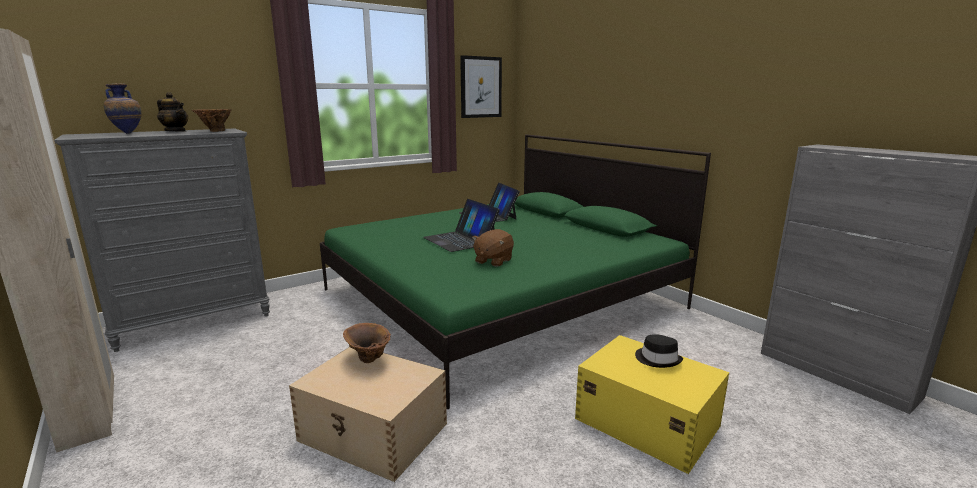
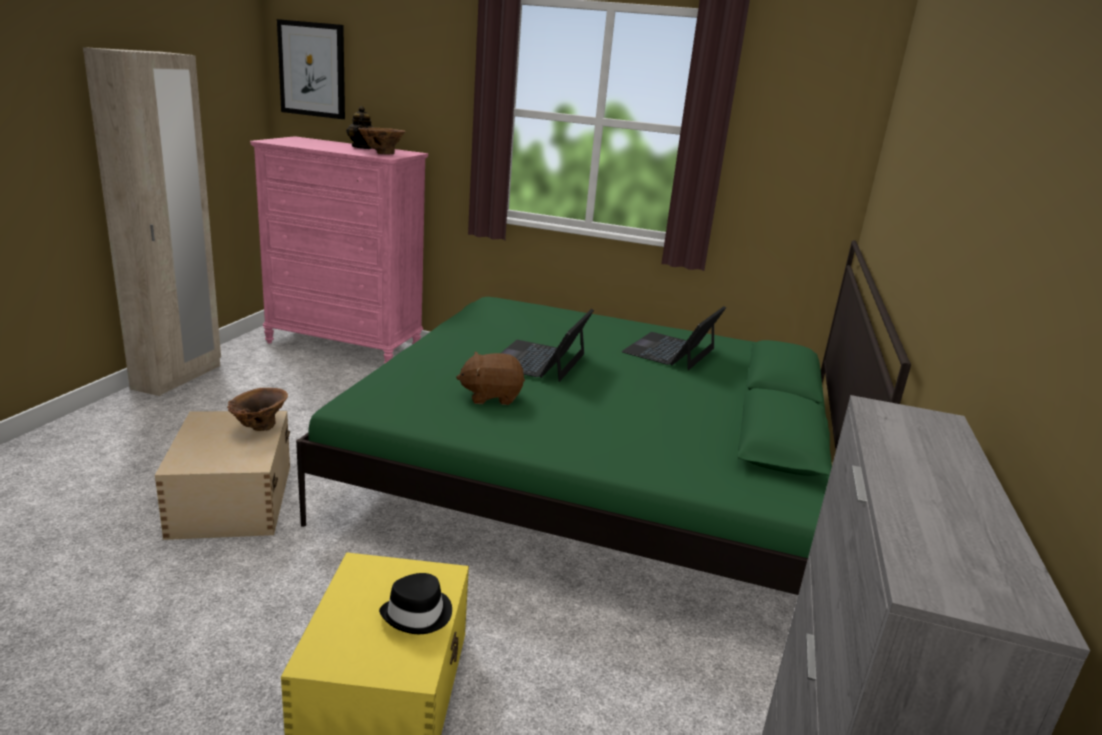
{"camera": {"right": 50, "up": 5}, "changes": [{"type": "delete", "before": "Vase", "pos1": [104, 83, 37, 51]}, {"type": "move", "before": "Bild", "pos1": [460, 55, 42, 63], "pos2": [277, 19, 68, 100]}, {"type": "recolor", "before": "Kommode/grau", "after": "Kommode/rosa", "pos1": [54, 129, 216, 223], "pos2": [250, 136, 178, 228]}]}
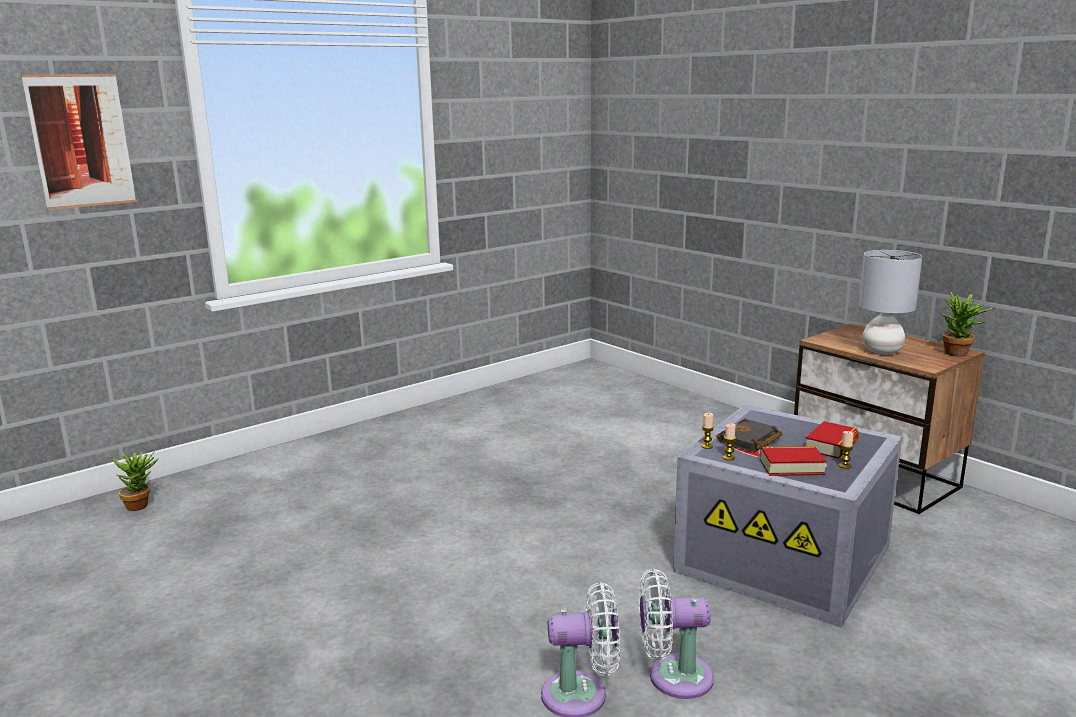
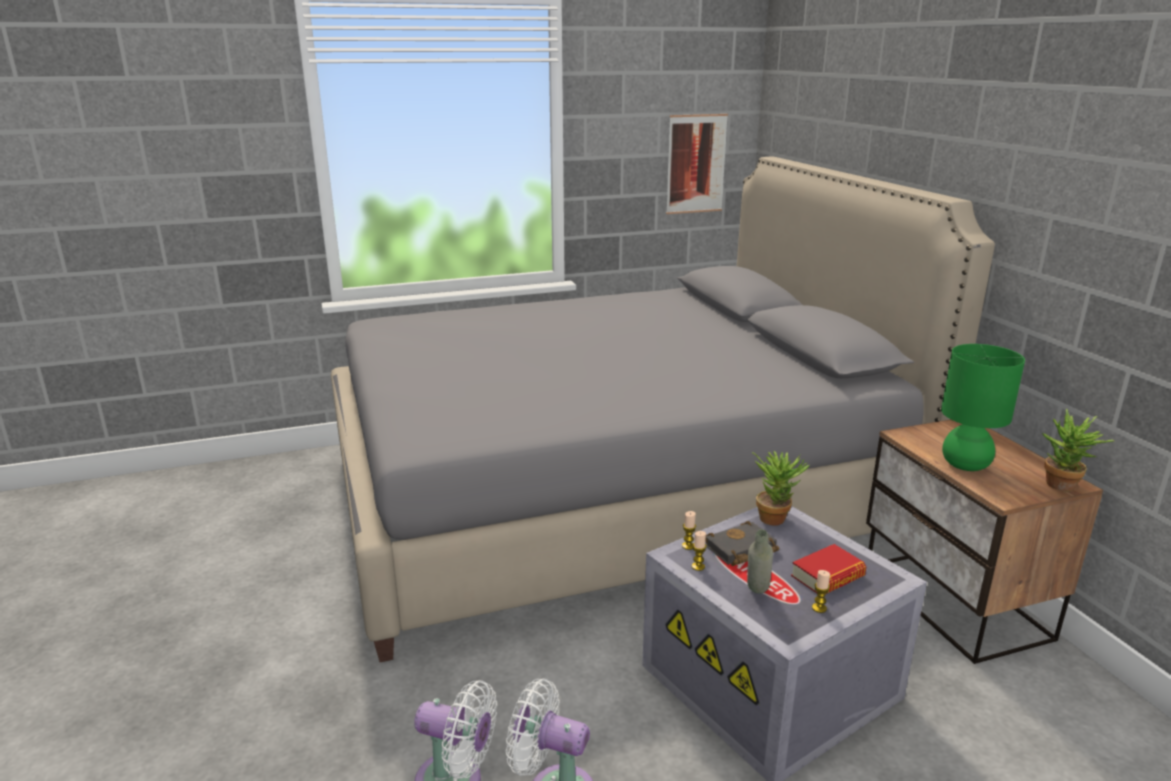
{"camera": {"right": 20, "up": 5}, "changes": [{"type": "insert", "after": "Bett/grau", "pos2": [331, 157, 664, 505]}, {"type": "move", "before": "Bild", "pos1": [21, 74, 115, 136], "pos2": [666, 114, 62, 100]}, {"type": "move", "before": "Topfpflanze", "pos1": [109, 452, 50, 59], "pos2": [752, 451, 58, 74]}, {"type": "replace", "before": "Buch", "after": "Flasche/grau", "pos1": [760, 446, 66, 30], "pos2": [747, 529, 26, 65]}, {"type": "recolor", "before": "Tischlampe/grau", "after": "Tischlampe/grün", "pos1": [859, 250, 63, 105], "pos2": [941, 344, 84, 127]}]}
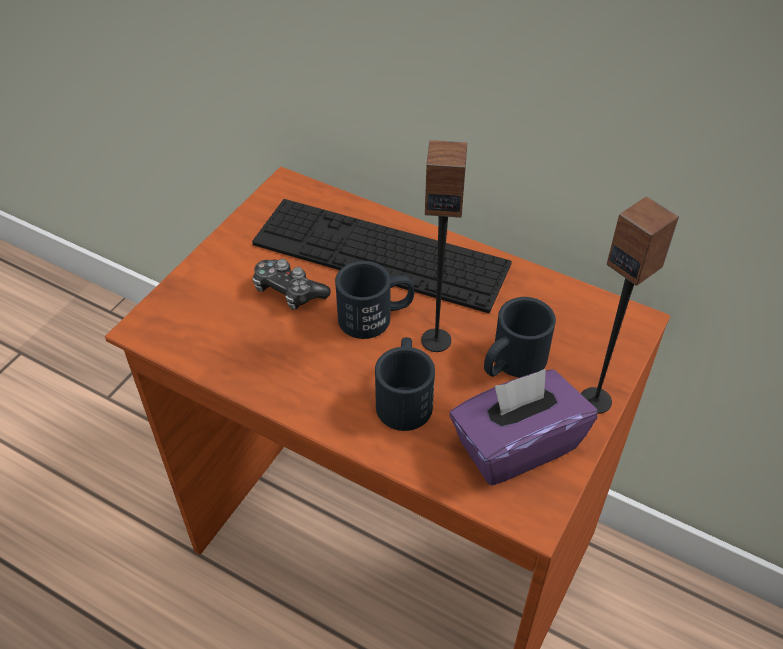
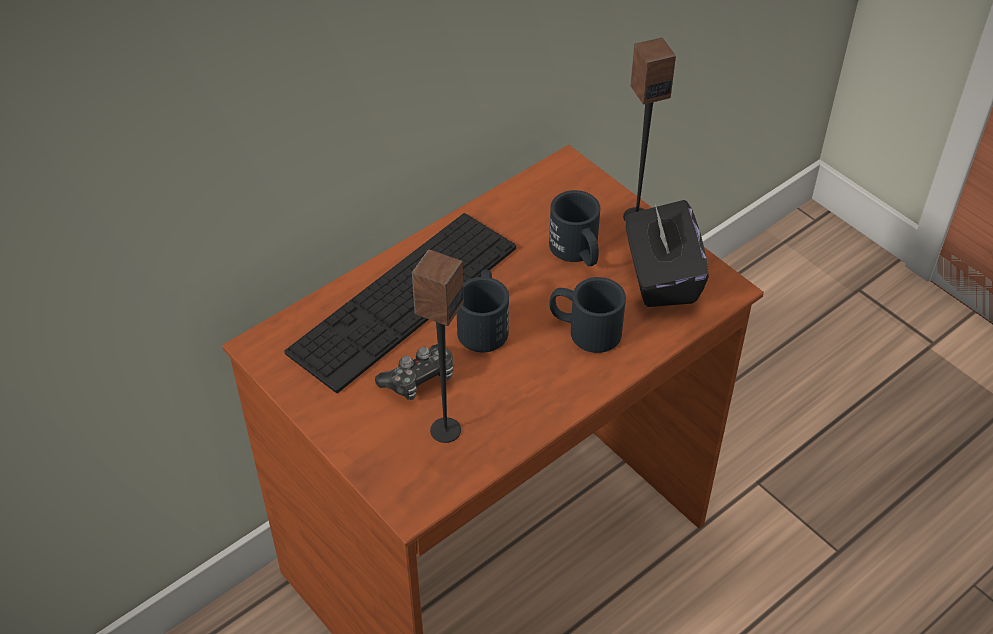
{"camera": {"right": -70, "up": 0}, "changes": [{"type": "move", "before": "Lautsprecher", "pos1": [421, 140, 46, 212], "pos2": [412, 249, 52, 194]}, {"type": "recolor", "before": "Taschentuchbox/lila", "after": "Taschentuchbox/schwarz", "pos1": [450, 369, 148, 117], "pos2": [625, 200, 84, 107]}]}
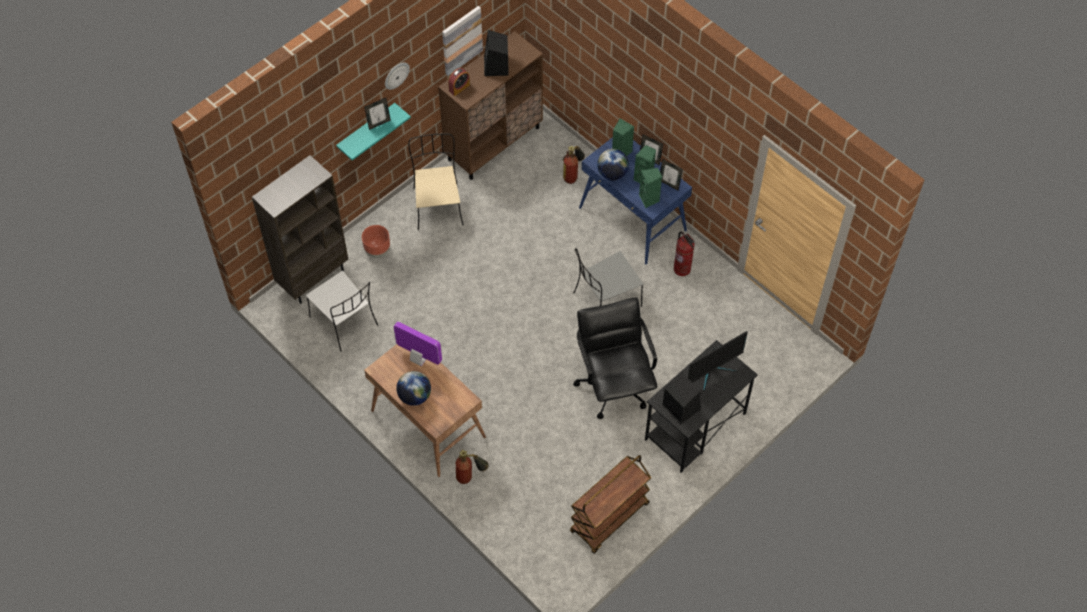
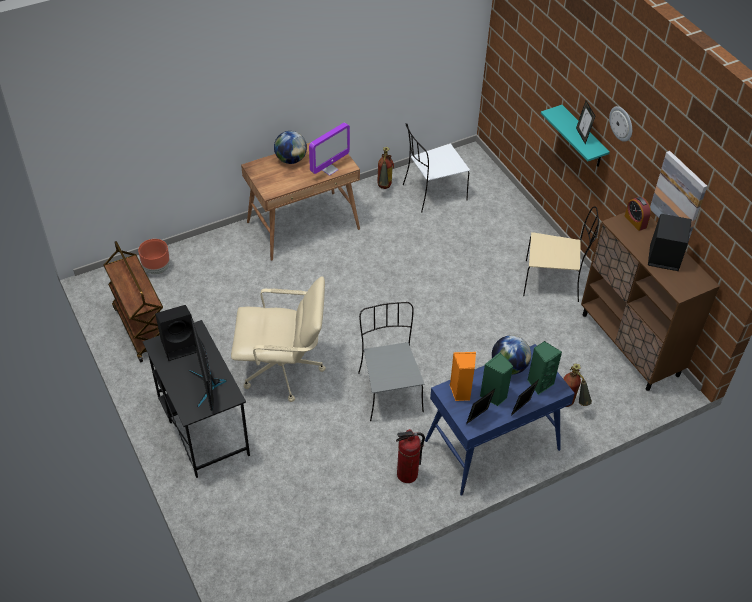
{"camera": {"right": 105, "up": -10}, "changes": [{"type": "delete", "before": "Bücherregal/braun", "pos1": [252, 155, 96, 149]}, {"type": "move", "before": "Pflanzkübel/braun", "pos1": [362, 225, 28, 33], "pos2": [138, 239, 32, 35]}, {"type": "move", "before": "Feuerlöscher", "pos1": [456, 450, 33, 34], "pos2": [377, 147, 17, 42]}, {"type": "recolor", "before": "Bürostuhl/schwarz", "after": "Bürostuhl/beige", "pos1": [573, 297, 84, 122], "pos2": [231, 276, 95, 126]}, {"type": "recolor", "before": "Lautsprecher/grün", "after": "Lautsprecher/orange", "pos1": [639, 168, 23, 40], "pos2": [450, 352, 26, 49]}]}
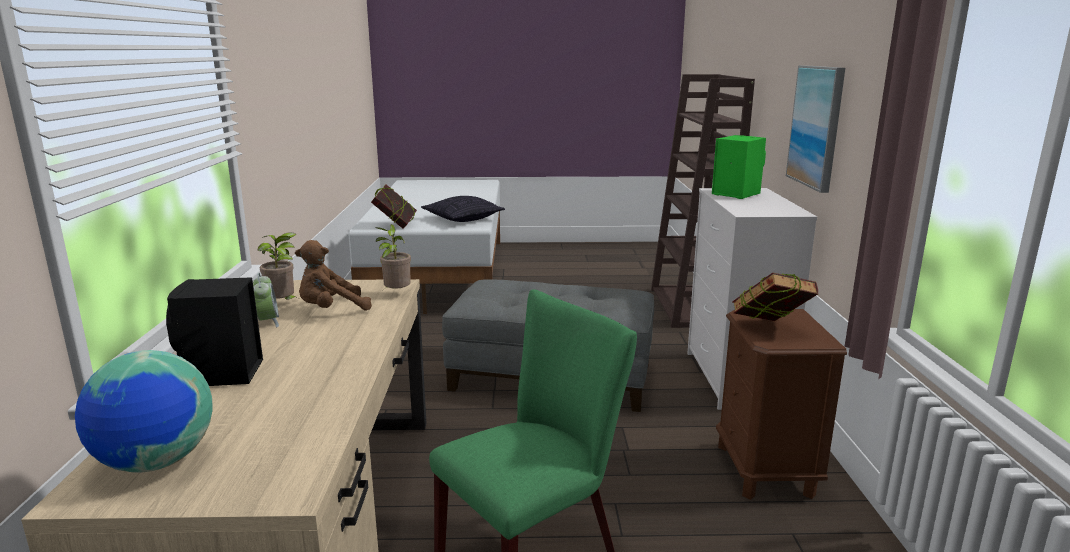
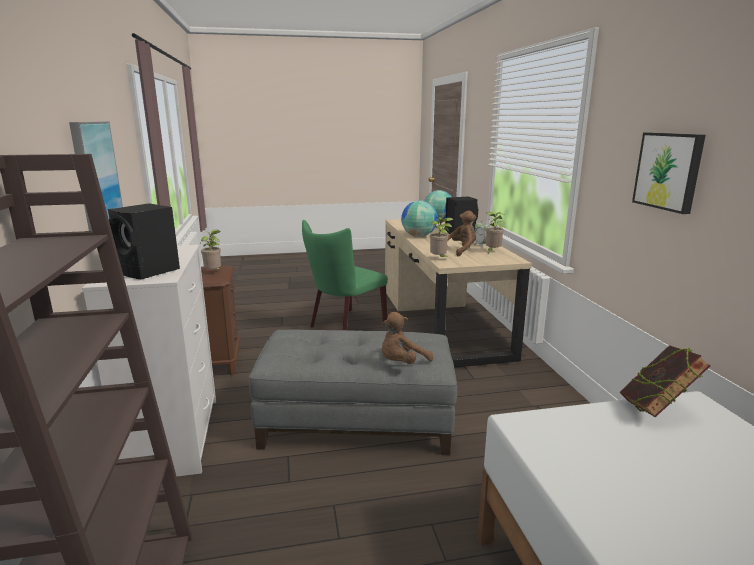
{"camera": {"right": 170, "up": 0}, "changes": [{"type": "delete", "before": "Kissen", "pos1": [421, 196, 84, 26]}, {"type": "insert", "after": "Plüschtier/braun", "pos2": [382, 312, 51, 52]}, {"type": "insert", "after": "Globus", "pos2": [401, 200, 37, 37]}, {"type": "insert", "after": "Bild", "pos2": [632, 132, 74, 82]}, {"type": "replace", "before": "Buch", "after": "Topfpflanze", "pos1": [732, 273, 86, 48], "pos2": [201, 229, 20, 41]}, {"type": "recolor", "before": "Lautsprecher/grün", "after": "Lautsprecher/schwarz", "pos1": [712, 135, 54, 64], "pos2": [108, 203, 72, 76]}]}
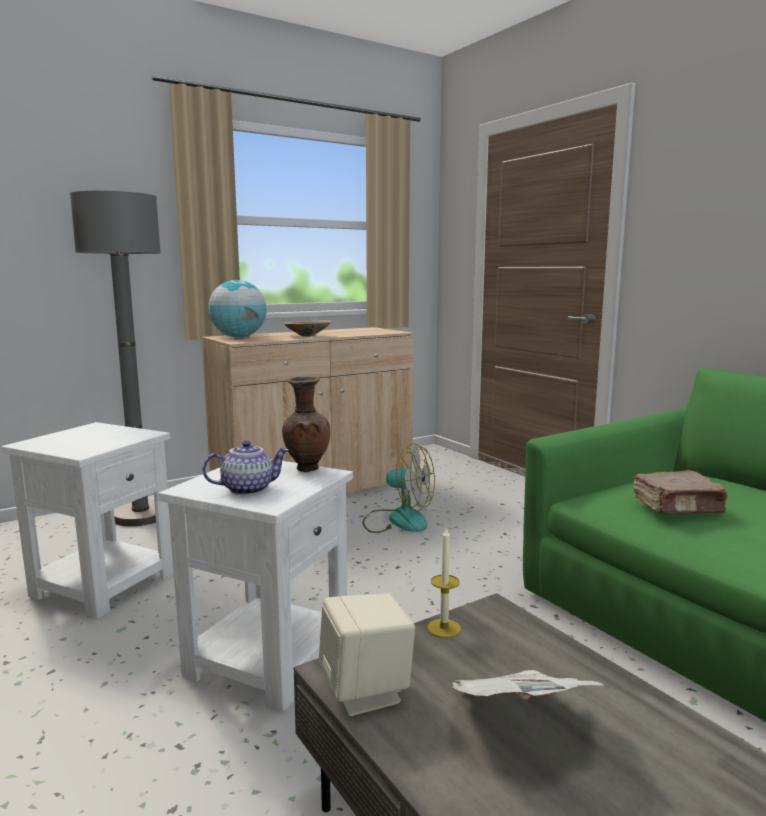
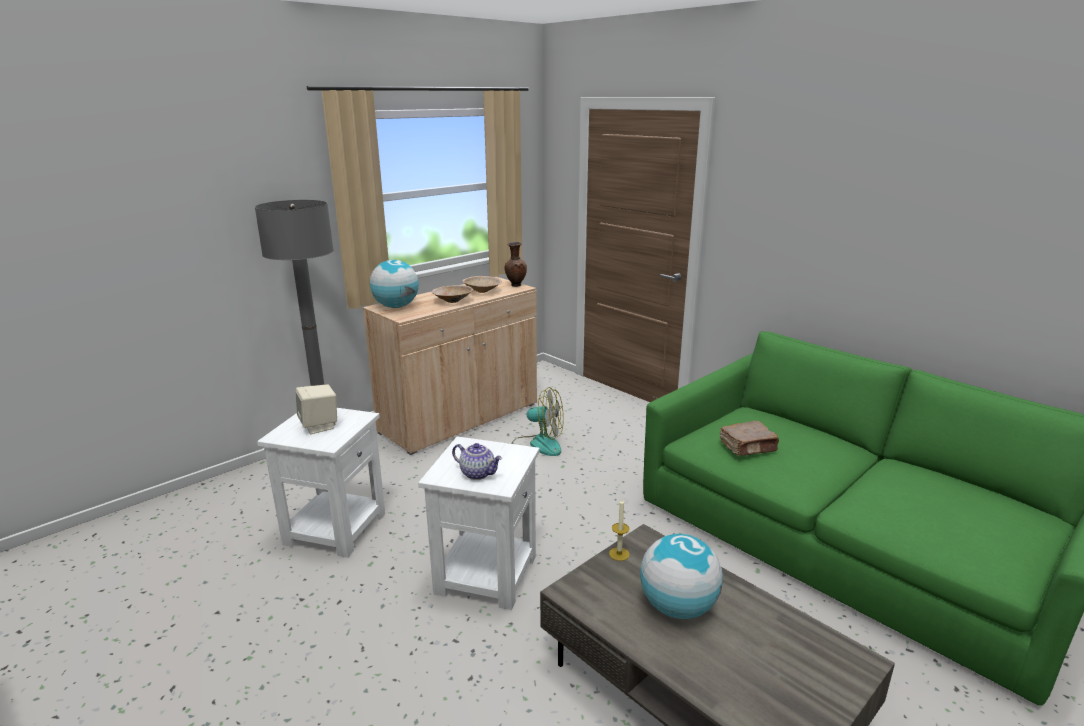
{"camera": {"right": -10, "up": 10}, "changes": [{"type": "insert", "after": "Schüssel/beige", "pos2": [462, 276, 40, 17]}, {"type": "move", "before": "Vase/braun", "pos1": [282, 377, 48, 95], "pos2": [505, 242, 22, 45]}, {"type": "move", "before": "Lautsprecher/beige", "pos1": [319, 593, 96, 123], "pos2": [295, 384, 42, 50]}, {"type": "replace", "before": "Zeitung", "after": "Globus", "pos1": [453, 670, 150, 30], "pos2": [640, 534, 83, 85]}, {"type": "rotate", "before": "Teekanne", "pos1": [202, 440, 87, 55], "pos2": [452, 443, 50, 37], "turn": 60}]}
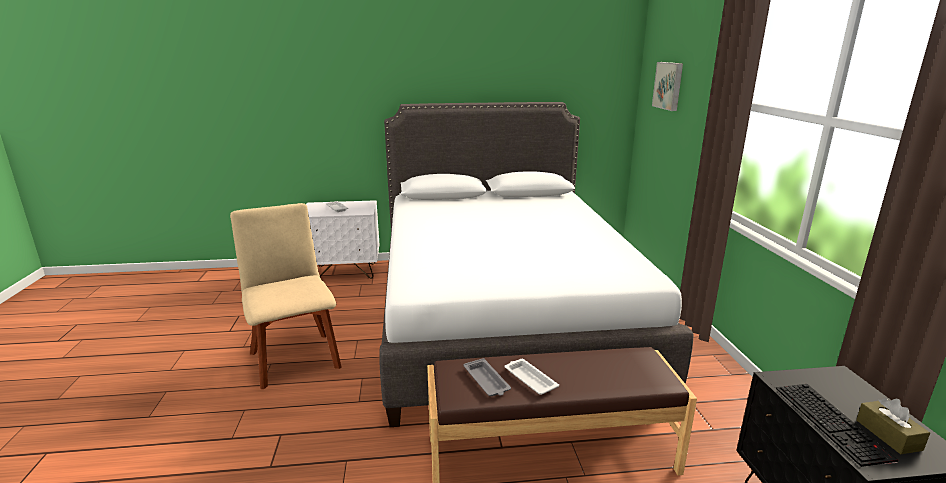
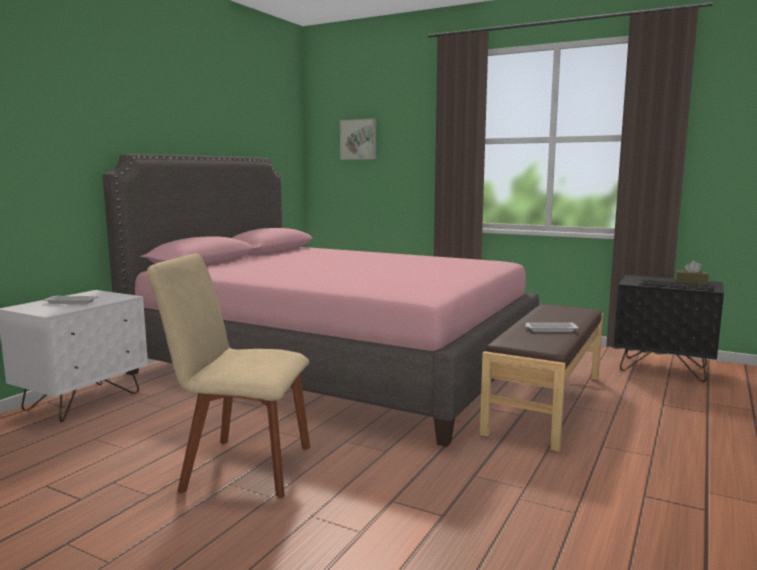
{"camera": {"right": -55, "up": -10}, "changes": [{"type": "delete", "before": "Tablett/grau", "pos1": [463, 358, 48, 38]}, {"type": "recolor", "before": "Bett/weiß", "after": "Bett/rosa", "pos1": [379, 102, 315, 325], "pos2": [103, 154, 436, 293]}]}
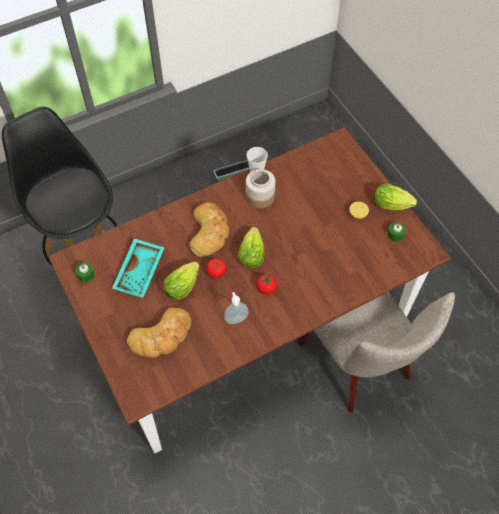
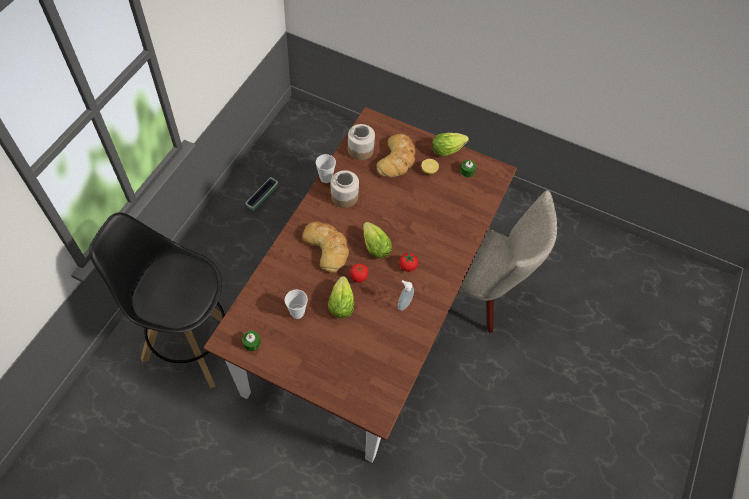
{"camera": {"right": -40, "up": 0}, "changes": [{"type": "insert", "after": "Vorratsglas", "pos2": [348, 124, 27, 36]}, {"type": "move", "before": "Brot", "pos1": [127, 307, 64, 51], "pos2": [376, 134, 39, 43]}, {"type": "replace", "before": "Tablett/türkis", "after": "Tasse", "pos1": [112, 239, 53, 59], "pos2": [285, 289, 23, 30]}]}
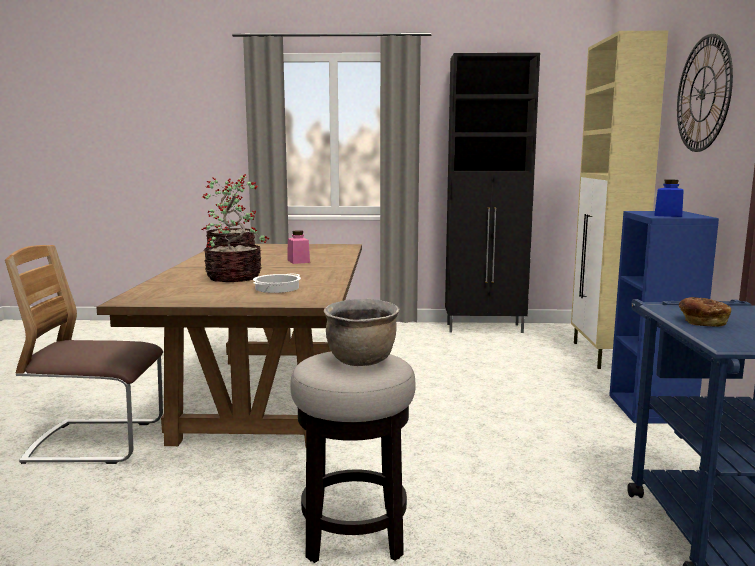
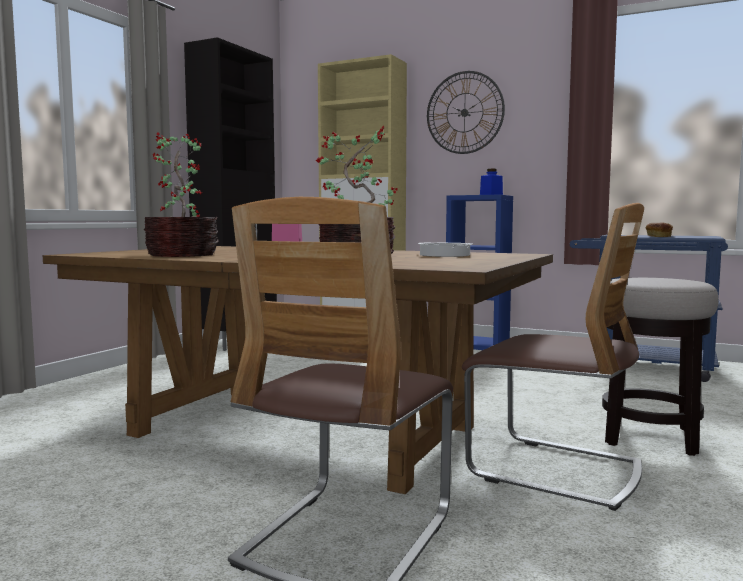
{"camera": {"right": -65, "up": -5}, "changes": [{"type": "delete", "before": "Kochtopf/braun", "pos1": [324, 298, 76, 68]}, {"type": "insert", "after": "Stuhl", "pos2": [462, 203, 182, 308]}]}
